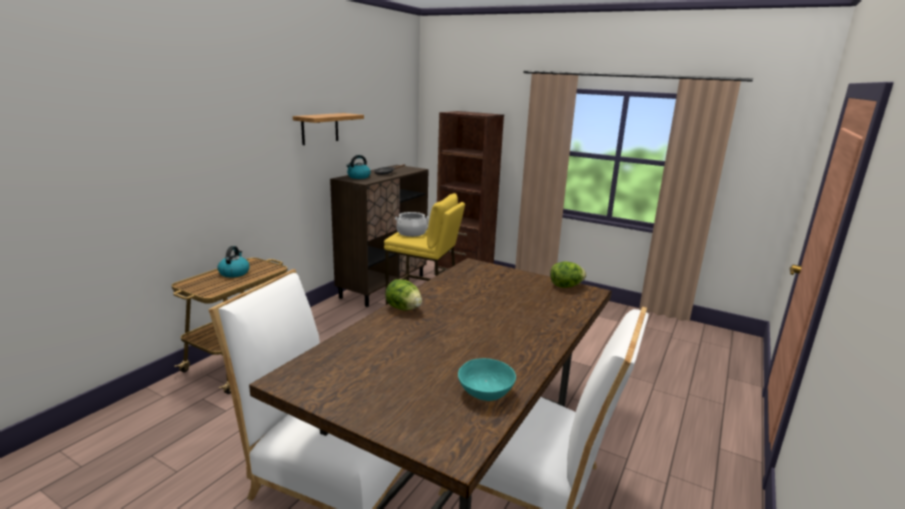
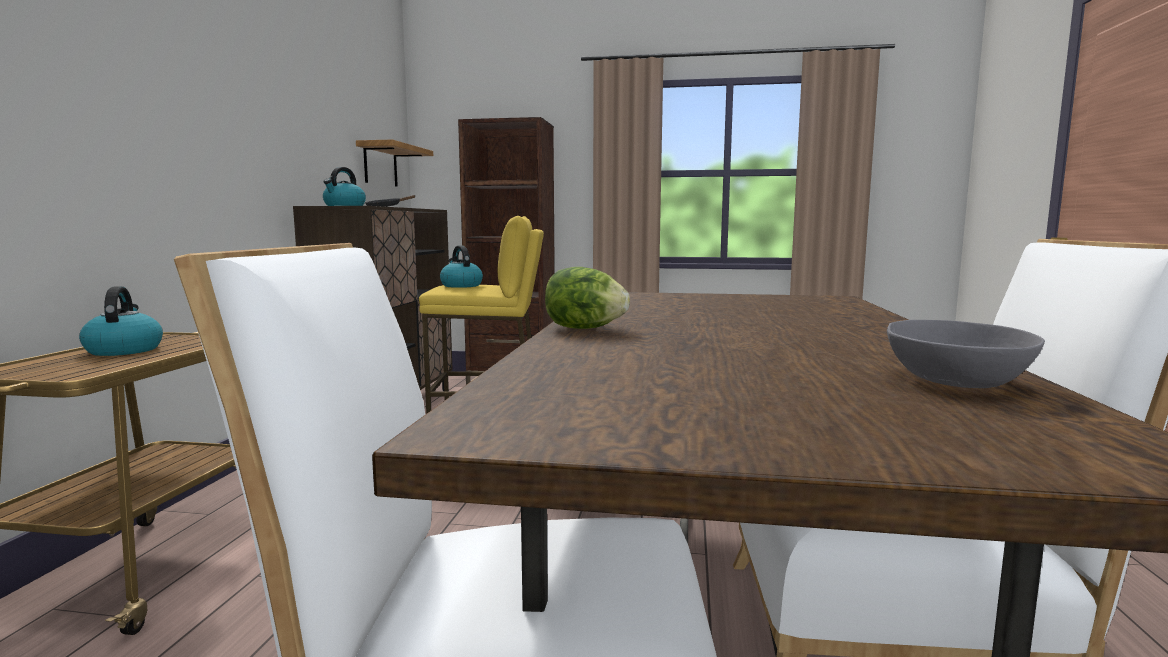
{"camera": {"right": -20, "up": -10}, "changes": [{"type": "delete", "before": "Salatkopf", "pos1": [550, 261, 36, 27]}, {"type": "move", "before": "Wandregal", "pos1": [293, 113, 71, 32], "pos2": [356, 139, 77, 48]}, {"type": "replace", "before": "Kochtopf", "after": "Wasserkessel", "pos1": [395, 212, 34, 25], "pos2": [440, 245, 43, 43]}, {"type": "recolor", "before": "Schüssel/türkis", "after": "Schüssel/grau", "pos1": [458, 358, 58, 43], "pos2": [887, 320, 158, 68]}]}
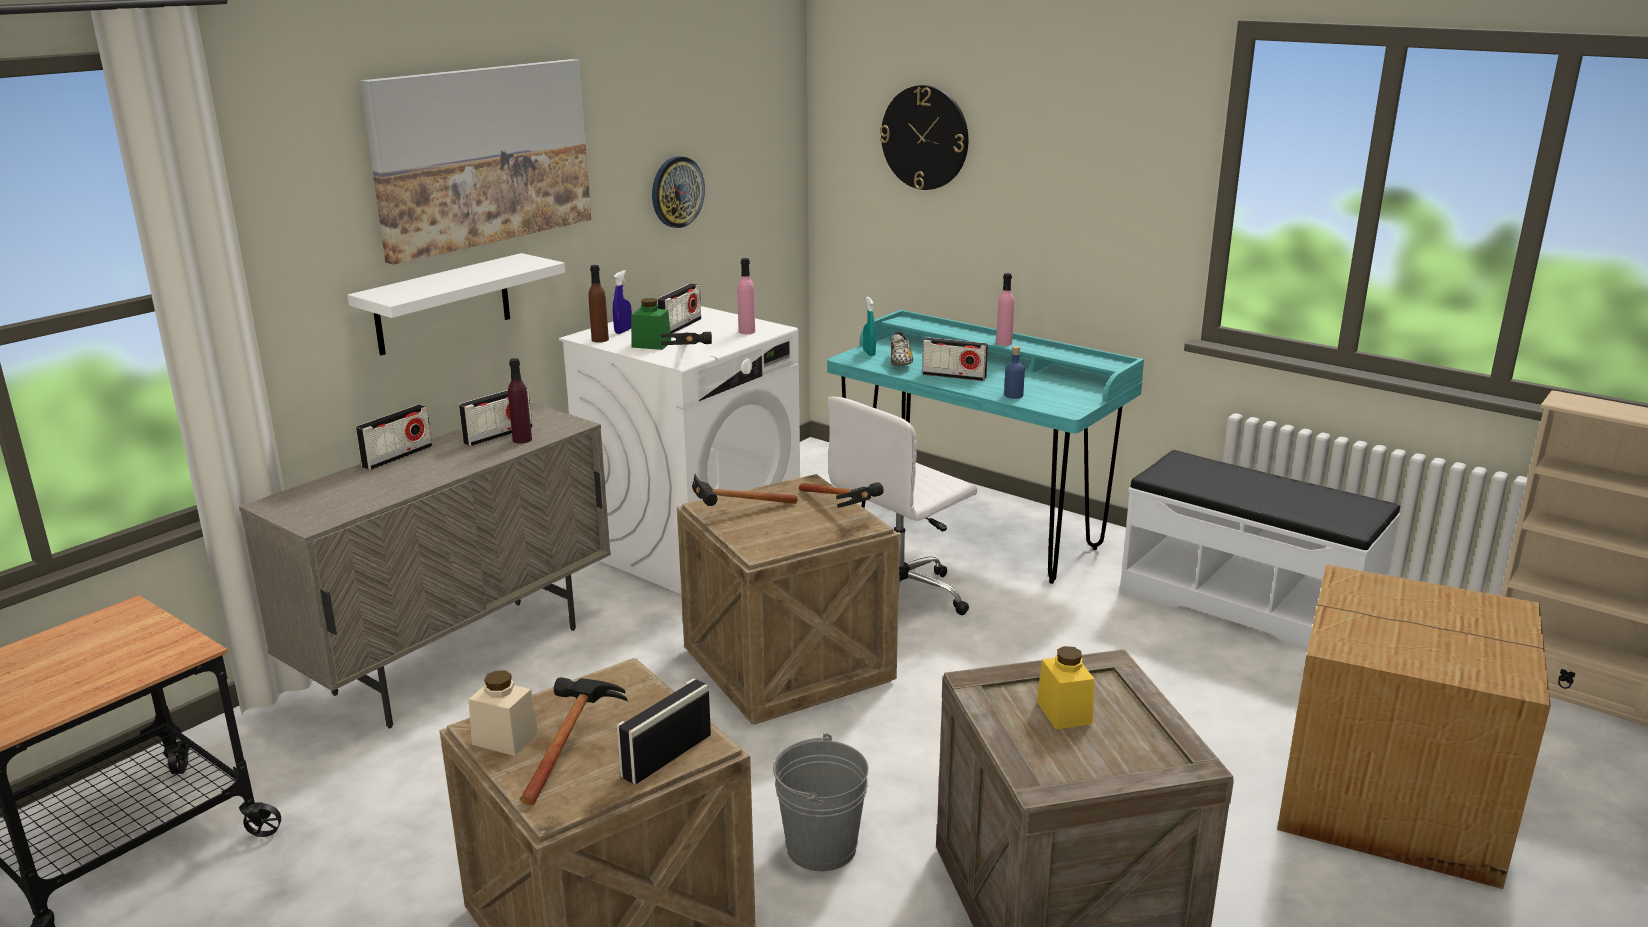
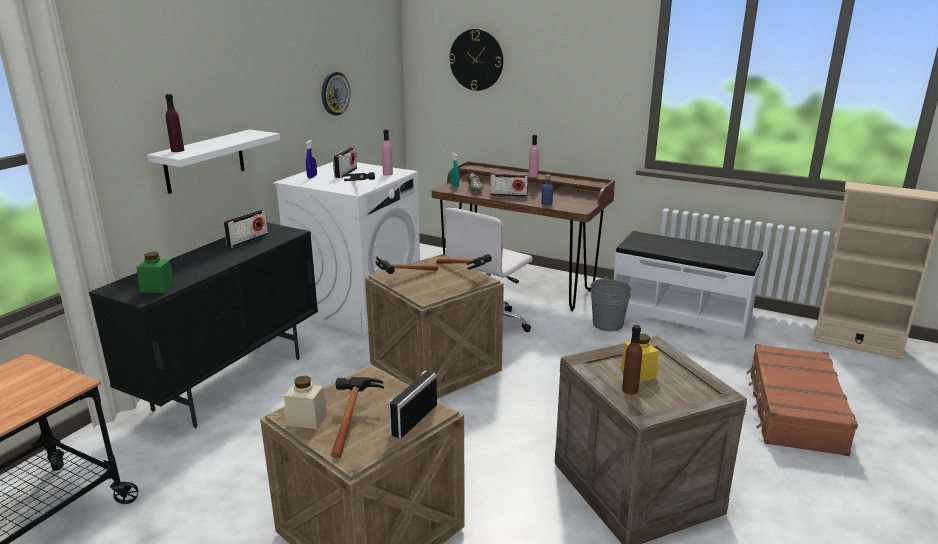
{"camera": {"right": -10, "up": 0}, "changes": [{"type": "delete", "before": "Radio", "pos1": [355, 405, 77, 65]}, {"type": "delete", "before": "Bild", "pos1": [360, 59, 231, 206]}, {"type": "move", "before": "Flasche/lila", "pos1": [508, 358, 24, 86], "pos2": [165, 94, 19, 58]}, {"type": "move", "before": "Flasche/braun", "pos1": [588, 265, 21, 77], "pos2": [622, 325, 20, 70]}, {"type": "move", "before": "Vorratsglas/grün", "pos1": [631, 298, 40, 52], "pos2": [137, 252, 38, 41]}, {"type": "move", "before": "Eimer/grau", "pos1": [773, 733, 95, 138], "pos2": [590, 276, 41, 56]}, {"type": "replace", "before": "Karton", "after": "Koffer/braun", "pos1": [1277, 564, 274, 325], "pos2": [746, 344, 112, 112]}, {"type": "recolor", "before": "Schrank/beige", "after": "Schrank/schwarz", "pos1": [239, 403, 372, 325], "pos2": [89, 223, 229, 205]}, {"type": "recolor", "before": "Schreibtisch/türkis", "after": "Schreibtisch/braun", "pos1": [827, 310, 317, 274], "pos2": [432, 161, 183, 150]}]}
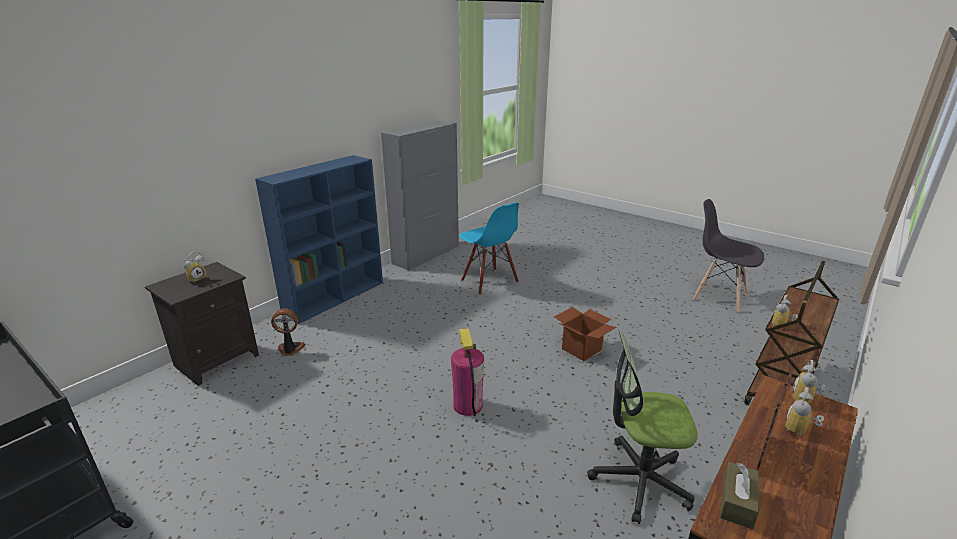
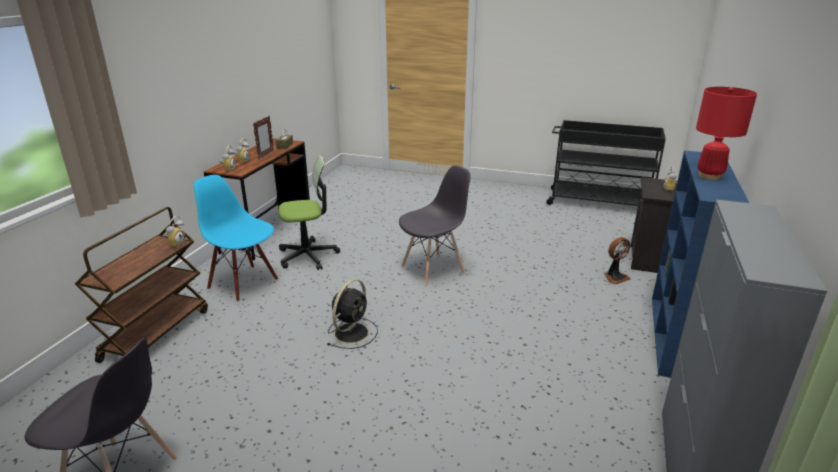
{"camera": {"right": 160, "up": 0}, "changes": [{"type": "insert", "after": "Tischlampe/rot", "pos2": [696, 87, 61, 93]}, {"type": "move", "before": "Stuhl/blau", "pos1": [459, 202, 60, 93], "pos2": [193, 175, 85, 127]}, {"type": "replace", "before": "Feuerlöscher", "after": "Stuhl/grau", "pos1": [451, 328, 33, 88], "pos2": [399, 165, 72, 121]}, {"type": "replace", "before": "Karton", "after": "Ventilator/schwarz", "pos1": [554, 307, 62, 54], "pos2": [327, 279, 51, 70]}]}
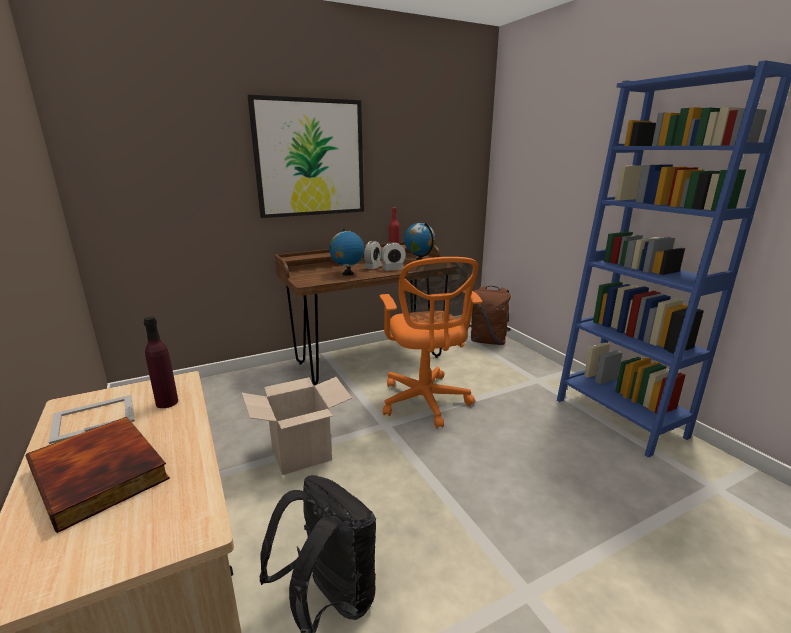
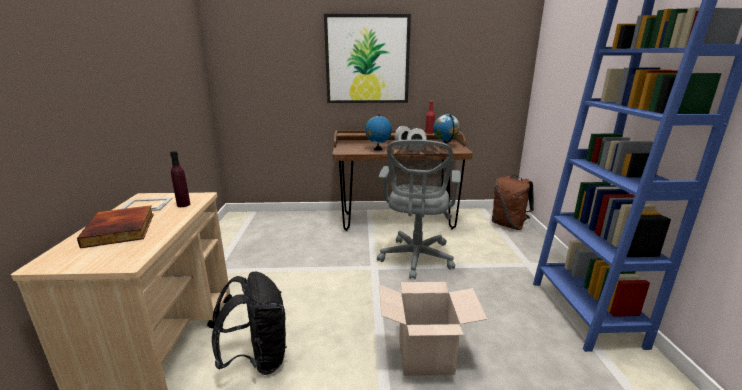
{"camera": {"right": 25, "up": 0}, "changes": [{"type": "move", "before": "Karton", "pos1": [242, 377, 110, 98], "pos2": [379, 282, 108, 94]}, {"type": "recolor", "before": "Bürostuhl/orange", "after": "Bürostuhl/grau", "pos1": [380, 257, 102, 171], "pos2": [377, 139, 84, 140]}]}
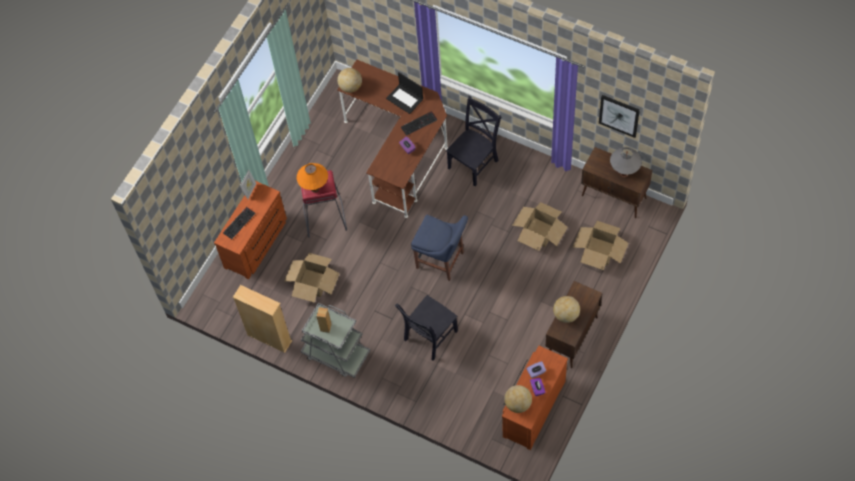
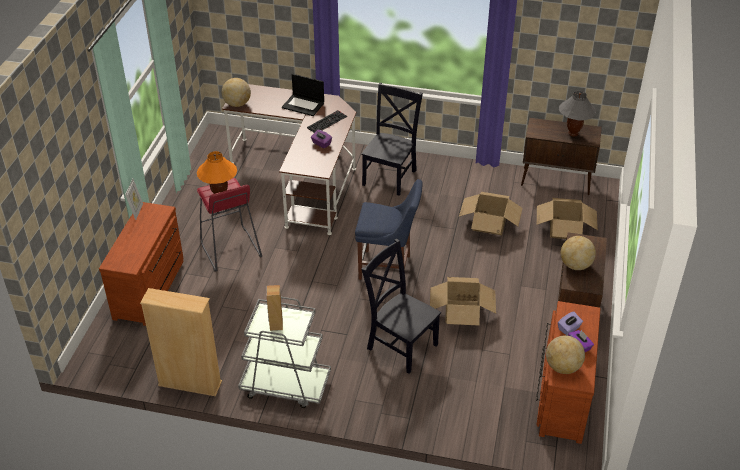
{"camera": {"right": -20, "up": -20}, "changes": [{"type": "delete", "before": "Tastatur", "pos1": [223, 207, 33, 32]}, {"type": "delete", "before": "Bild", "pos1": [599, 95, 41, 43]}, {"type": "move", "before": "Karton", "pos1": [284, 253, 56, 50], "pos2": [430, 277, 66, 48]}, {"type": "rotate", "before": "Stuhl/schwarz", "pos1": [395, 295, 63, 66], "pos2": [361, 239, 80, 135], "turn": 105}]}
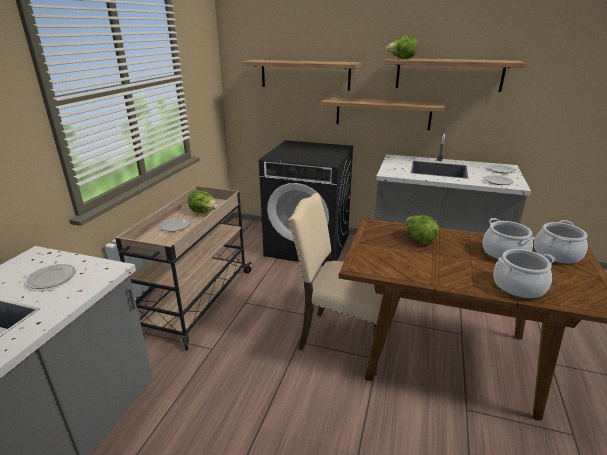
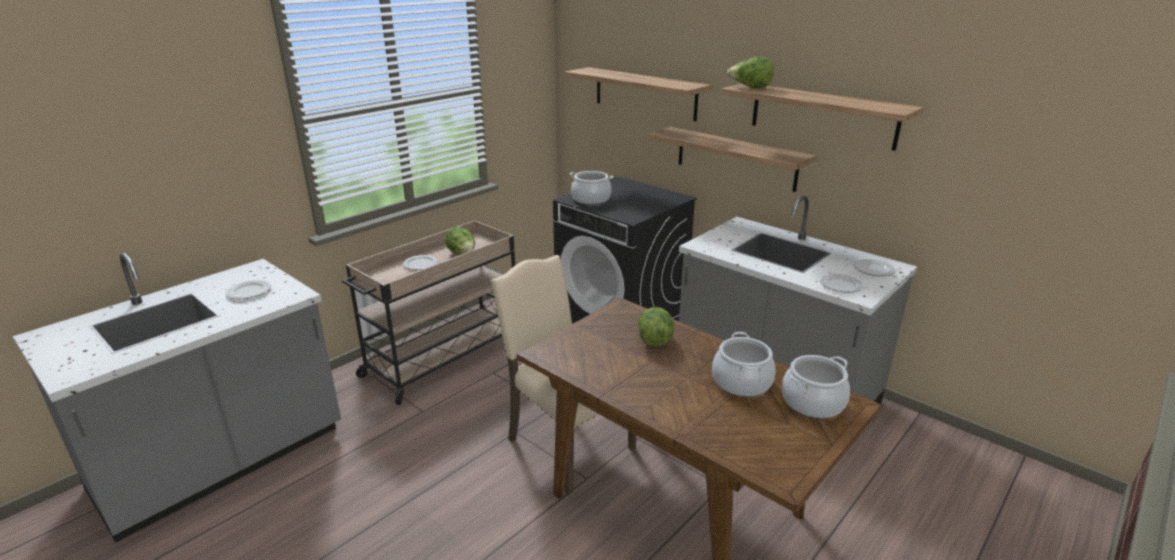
{"camera": {"right": 25, "up": 0}, "changes": [{"type": "move", "before": "Kochtopf", "pos1": [493, 249, 62, 50], "pos2": [570, 171, 43, 34]}]}
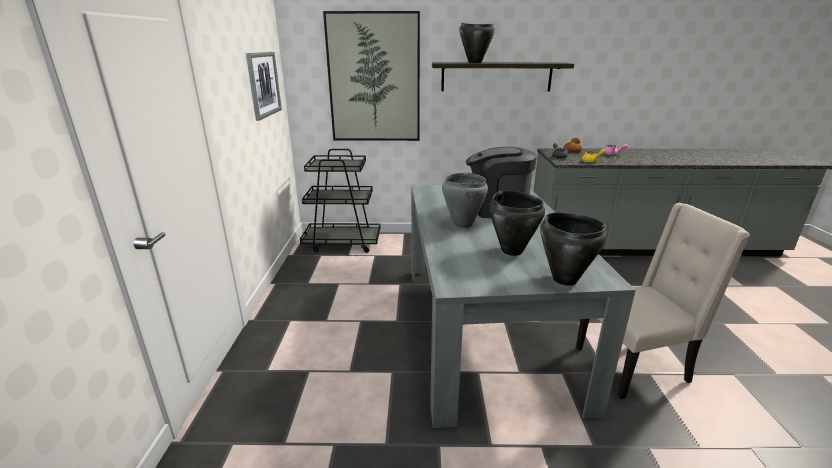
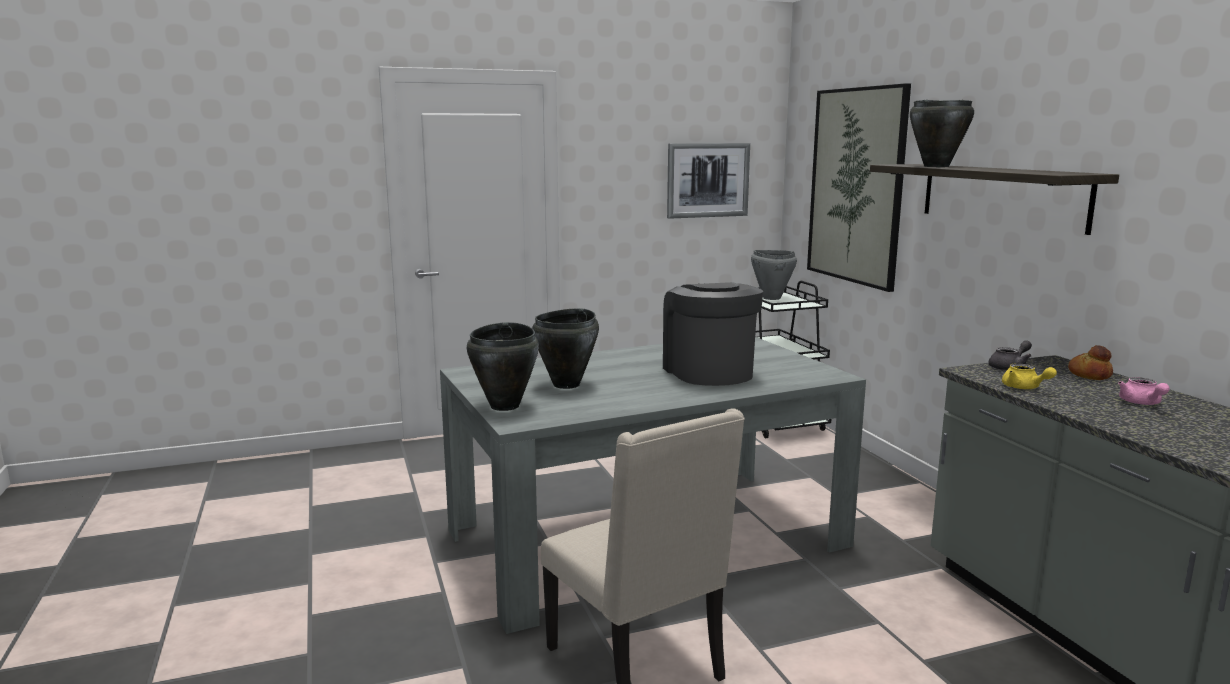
{"camera": {"right": 70, "up": -10}, "changes": [{"type": "move", "before": "Kochtopf/grau", "pos1": [442, 173, 46, 55], "pos2": [751, 250, 46, 50]}]}
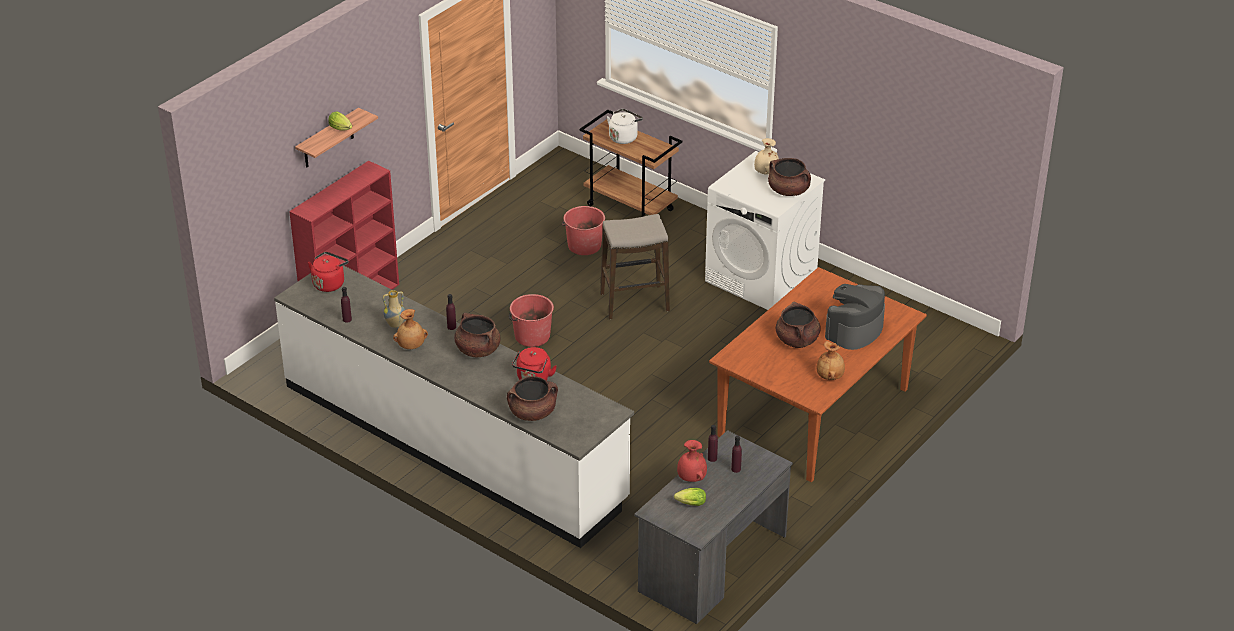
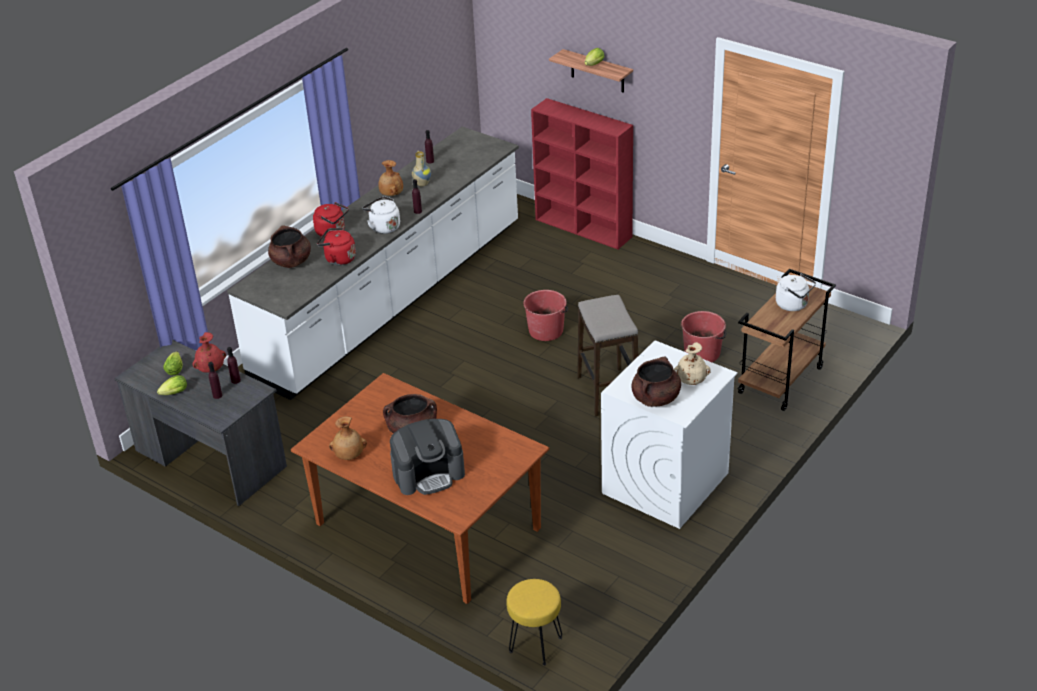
{"camera": {"right": 90, "up": 0}, "changes": [{"type": "insert", "after": "Salatkopf", "pos2": [157, 375, 30, 20]}, {"type": "insert", "after": "Hocker/gelb", "pos2": [506, 579, 56, 87]}, {"type": "move", "before": "Wasserkessel/rot", "pos1": [308, 251, 41, 41], "pos2": [313, 202, 36, 36]}, {"type": "replace", "before": "Kochtopf/braun", "after": "Wasserkessel/weiß", "pos1": [454, 313, 46, 44], "pos2": [362, 196, 38, 38]}, {"type": "rotate", "before": "Kaffeemaschine", "pos1": [825, 284, 60, 66], "pos2": [390, 419, 75, 76], "turn": 120}]}
